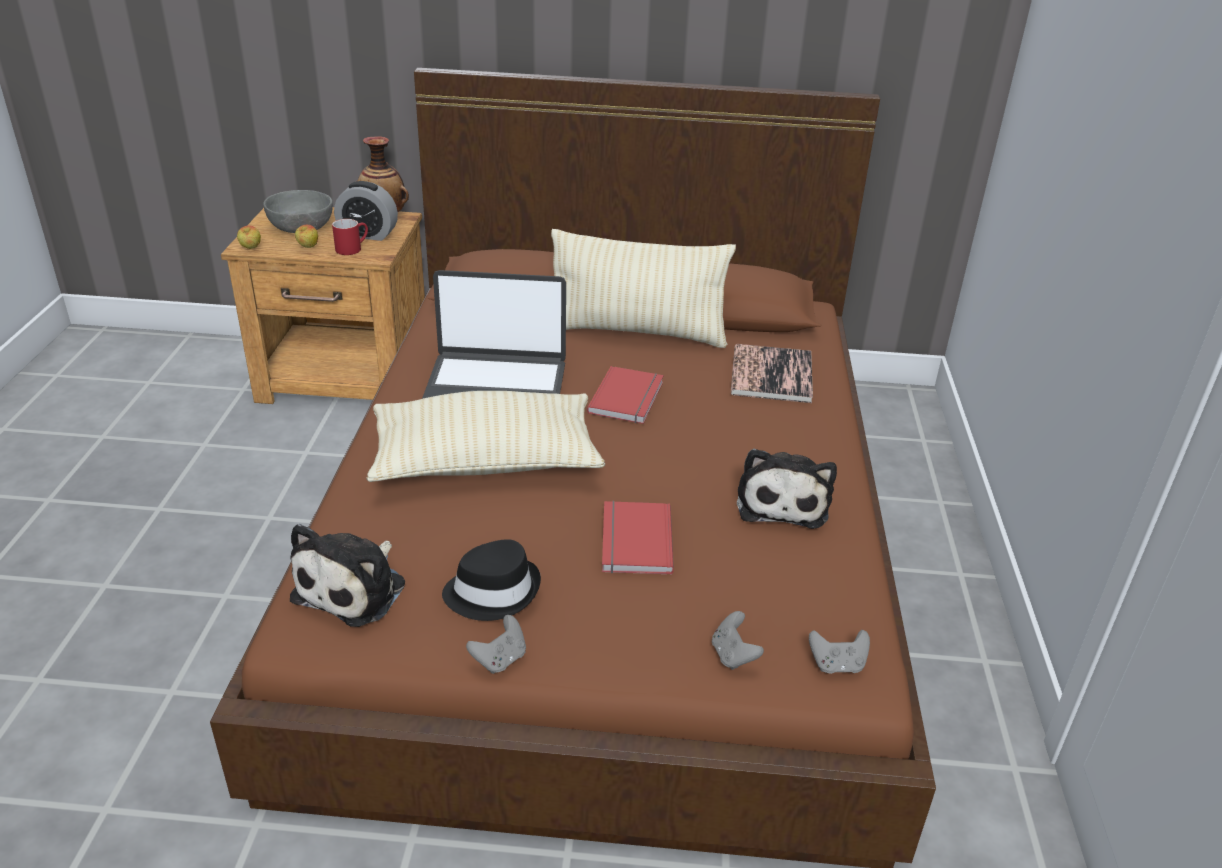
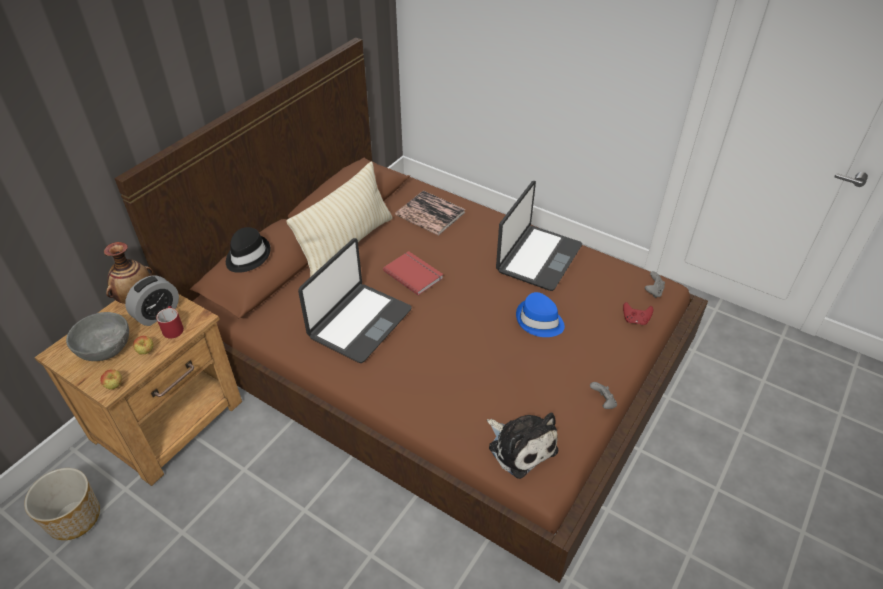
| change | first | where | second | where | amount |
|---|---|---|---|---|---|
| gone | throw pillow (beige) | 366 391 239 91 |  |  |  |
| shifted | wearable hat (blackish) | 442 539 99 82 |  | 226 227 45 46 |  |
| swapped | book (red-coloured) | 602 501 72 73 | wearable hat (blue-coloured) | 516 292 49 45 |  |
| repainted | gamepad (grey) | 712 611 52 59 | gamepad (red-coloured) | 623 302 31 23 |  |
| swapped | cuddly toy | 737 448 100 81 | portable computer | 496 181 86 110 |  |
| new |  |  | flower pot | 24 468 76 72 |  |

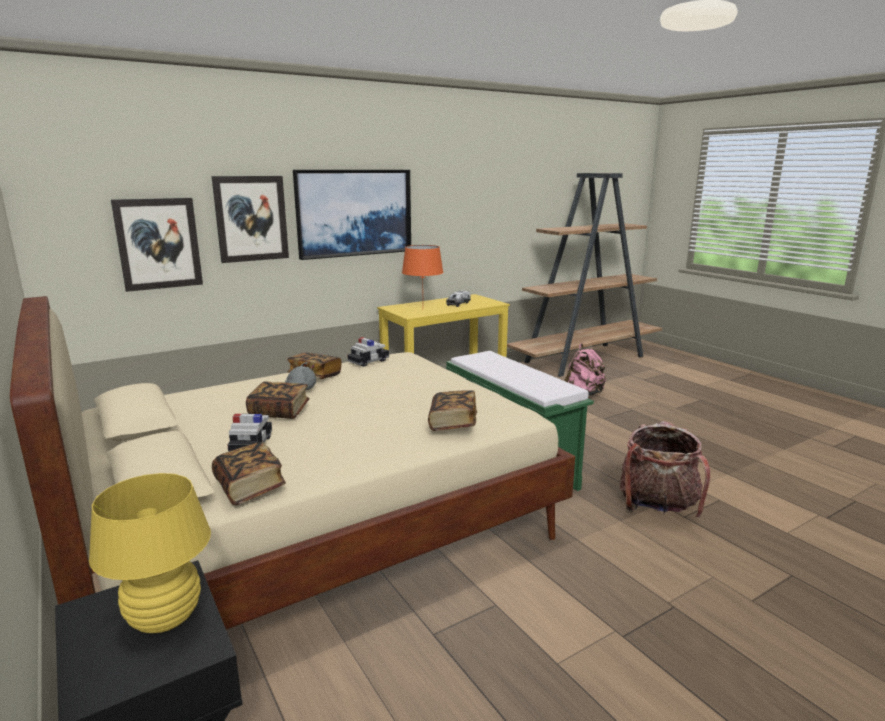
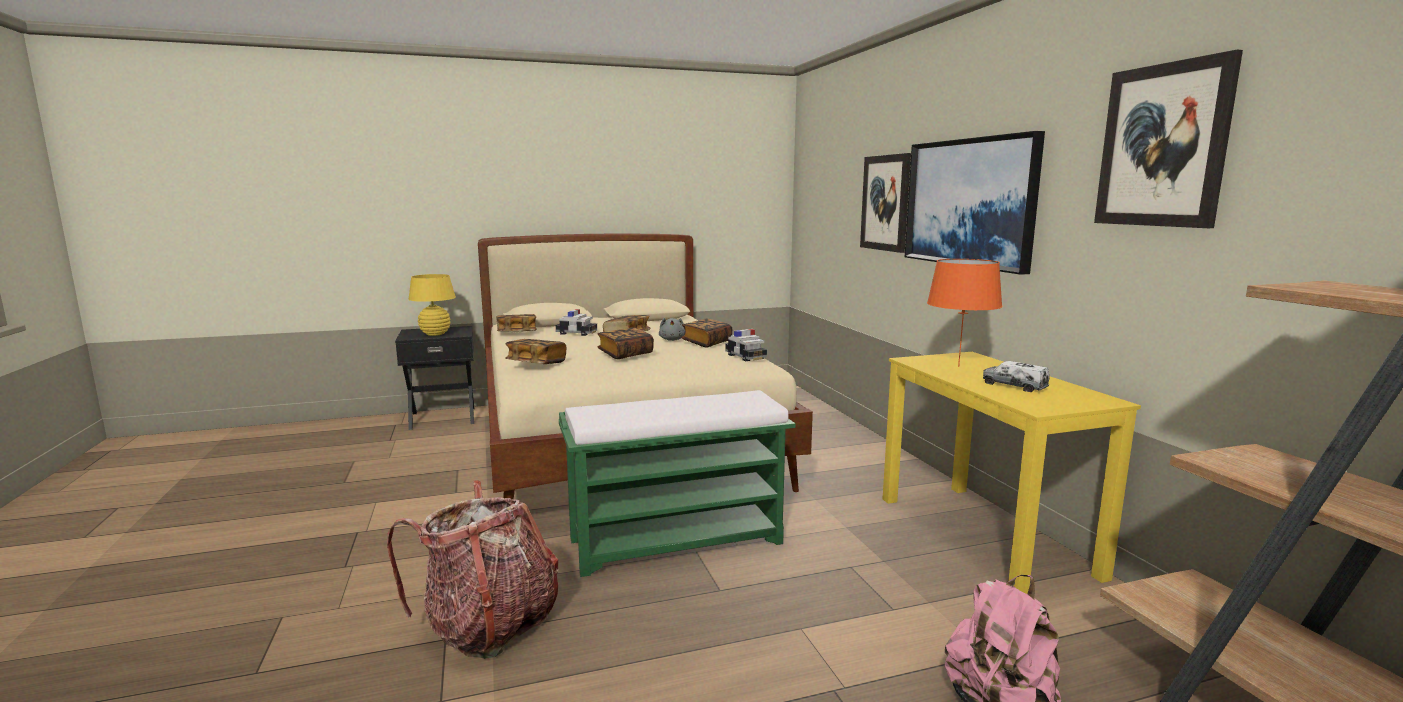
| change | first | where | second | where | amount |
|---|---|---|---|---|---|
| shifted | wall art | 111 198 92 94 |  | 1094 50 149 178 |  |
| new |  |  | book | 598 328 56 31 |  |

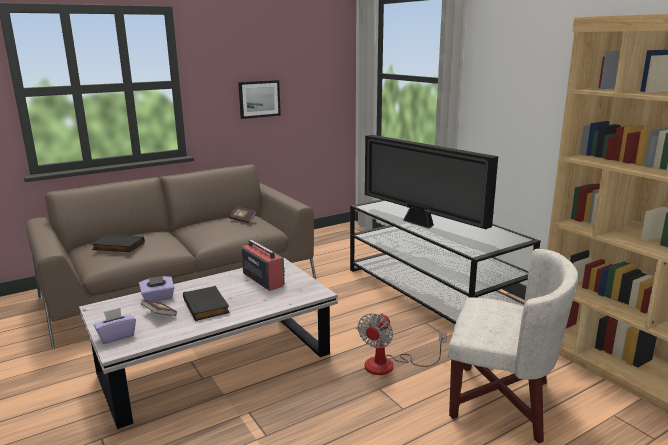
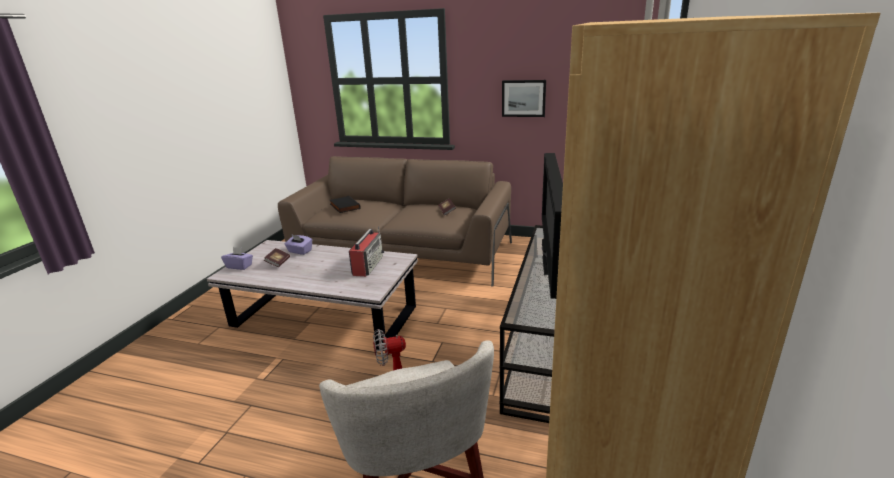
| change | first | where | second | where | amount |
|---|---|---|---|---|---|
| gone | book (blackish) | 183 286 47 35 |  |  |  |

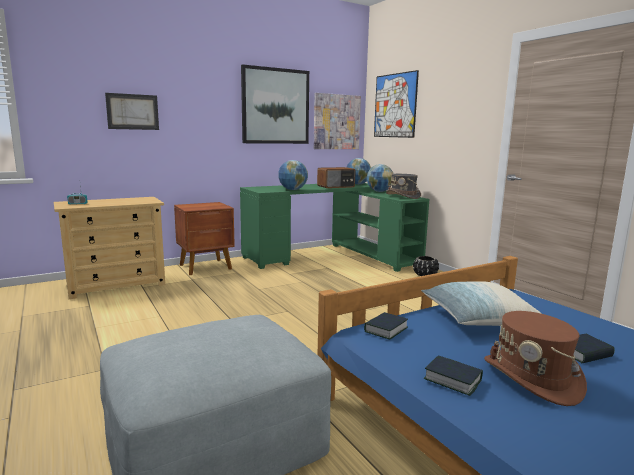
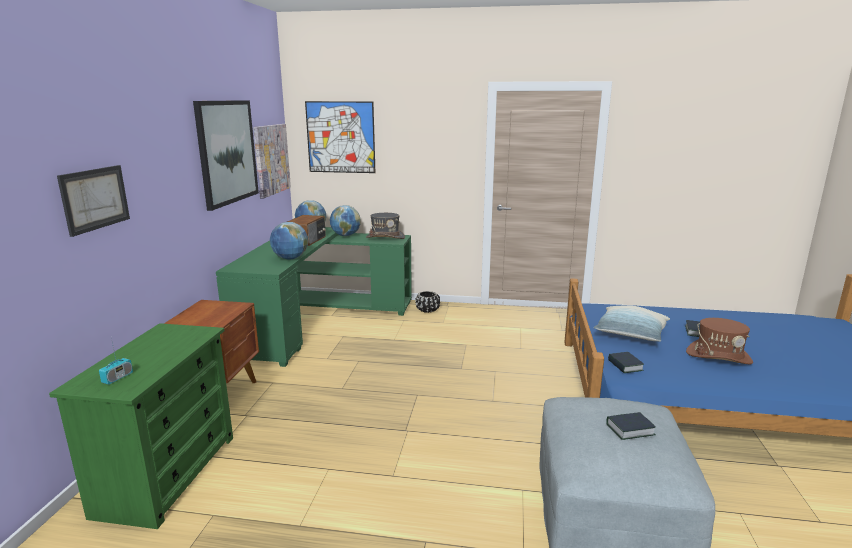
| change | first | where | second | where | amount |
|---|---|---|---|---|---|
| repainted | drawer chest (beige) | 54 197 111 102 | drawer chest (greenish) | 49 323 184 206 |  |
| shifted | book | 424 355 59 41 |  | 606 412 50 28 |  |

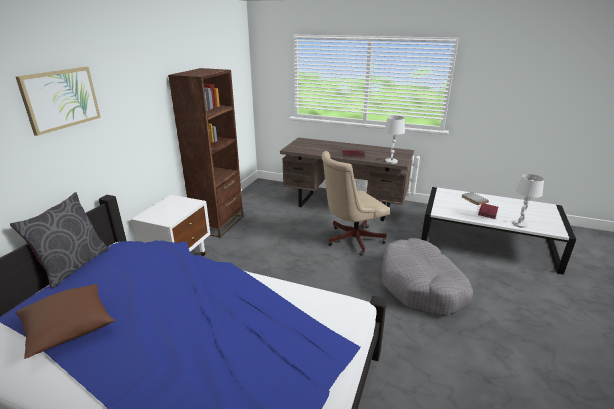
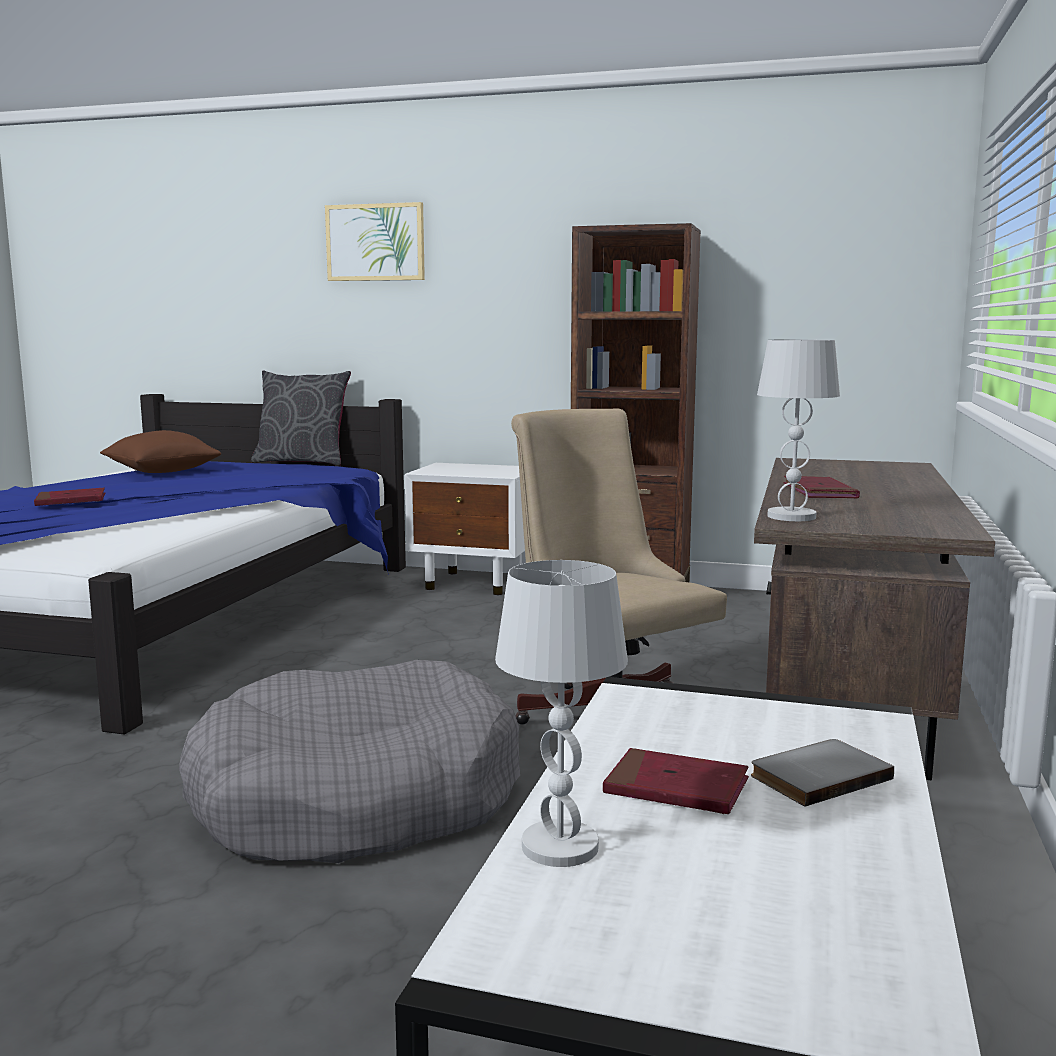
| change | first | where | second | where | amount |
|---|---|---|---|---|---|
| new |  |  | book (red-coloured) | 34 488 71 18 |  |

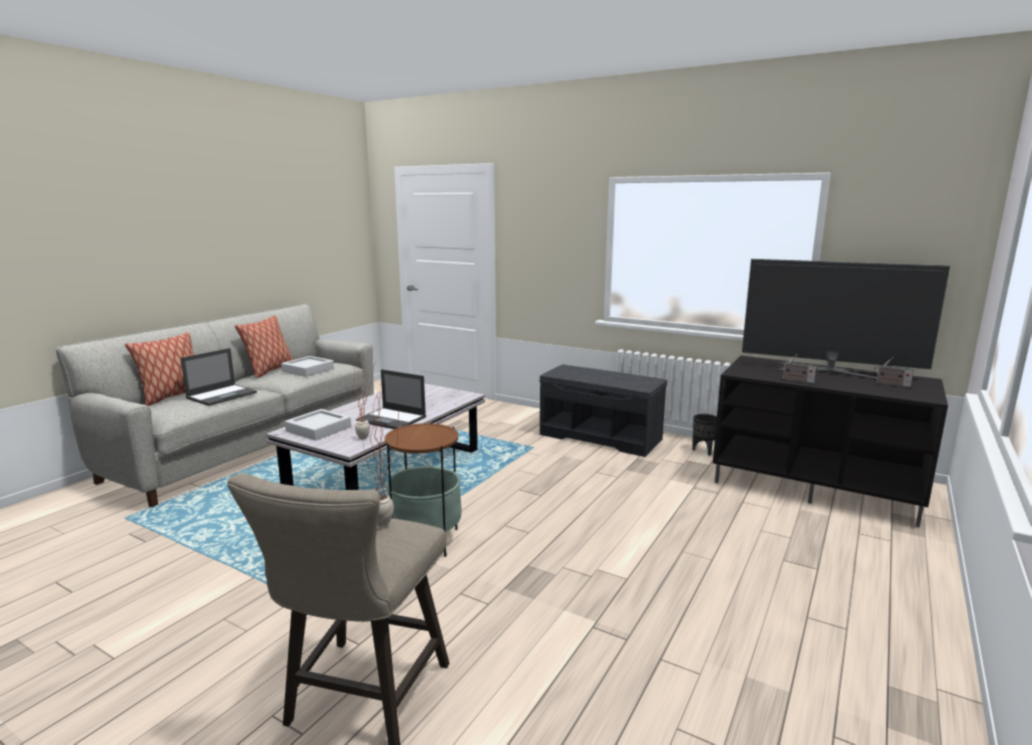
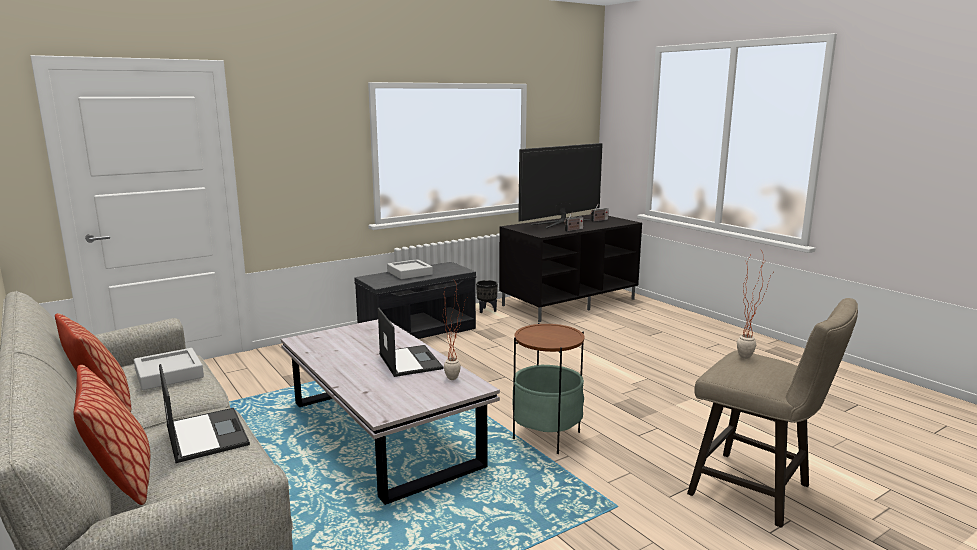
| change | first | where | second | where | amount |
|---|---|---|---|---|---|
| shifted | carrying tray (grey) | 285 409 66 31 |  | 387 259 46 20 |  |
| rotated | portable computer | 356 369 70 60 |  | 378 308 65 69 | 75 degrees counterclockwise |

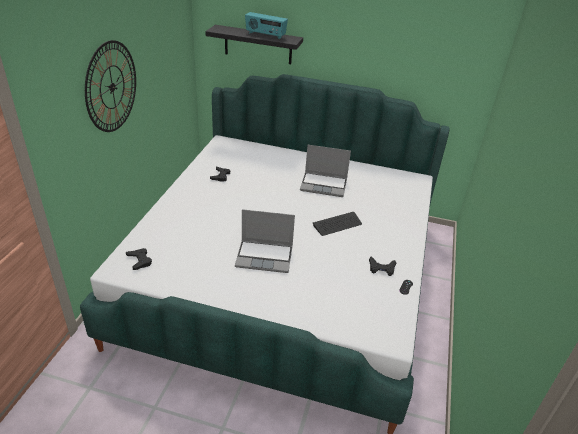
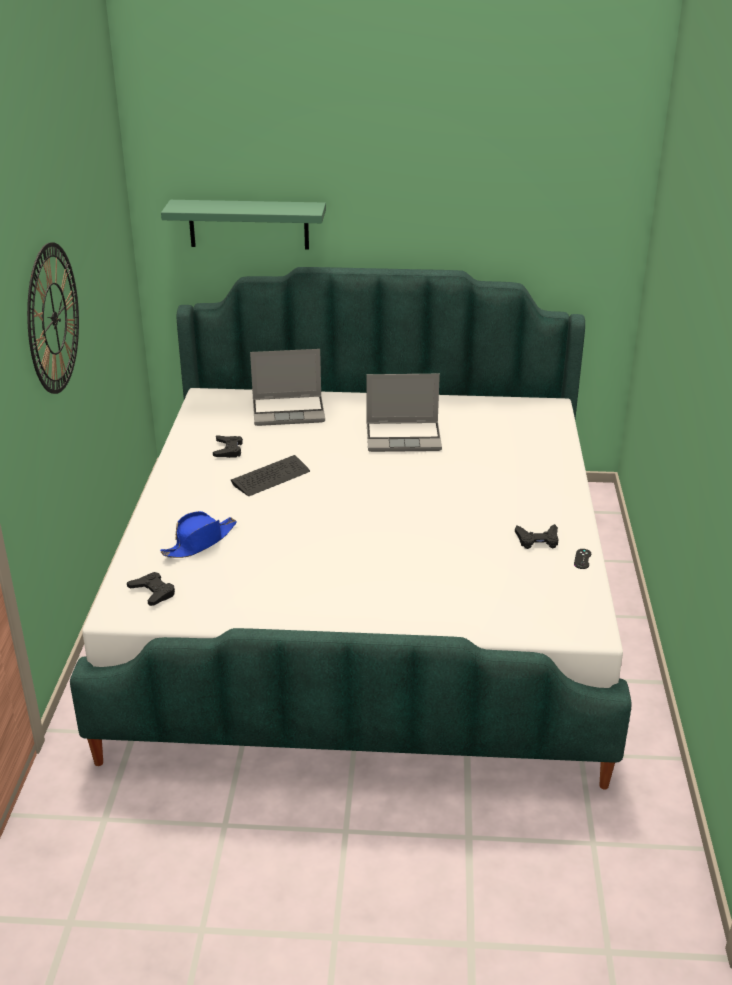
| change | first | where | second | where | amount |
|---|---|---|---|---|---|
| repainted | wall shelf (blackish) | 205 25 98 39 | wall shelf (greenish) | 161 200 165 50 |  |
| shifted | portable computer | 235 209 60 64 |  | 250 349 75 77 |  |
| gone | radio | 245 12 43 27 |  |  |  |
| shifted | keyboard | 313 212 49 24 |  | 231 455 79 41 |  |
| new |  |  | wearable hat (blue-coloured) | 160 511 77 47 |  |

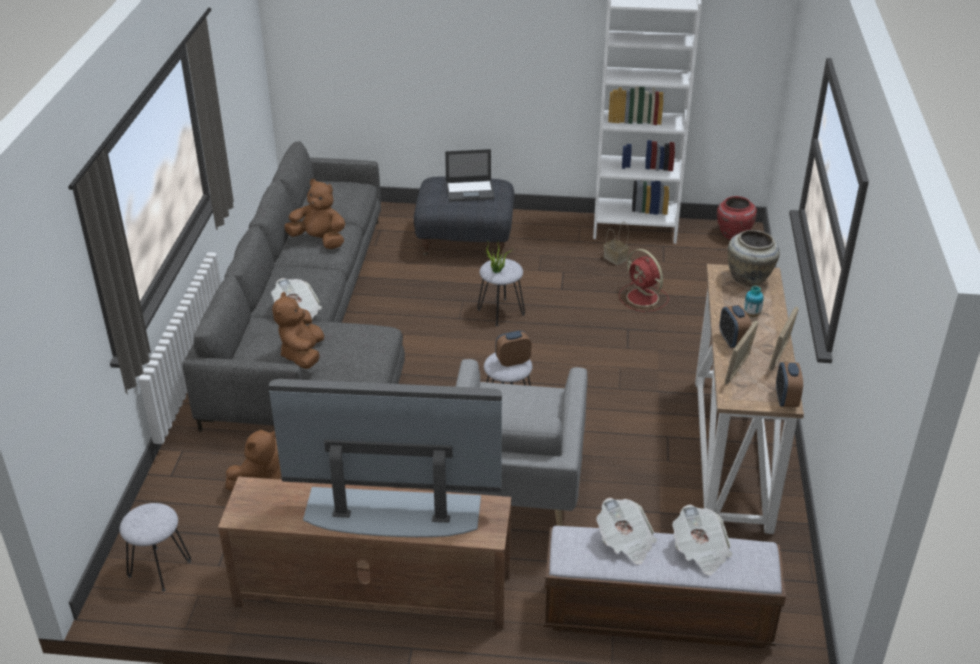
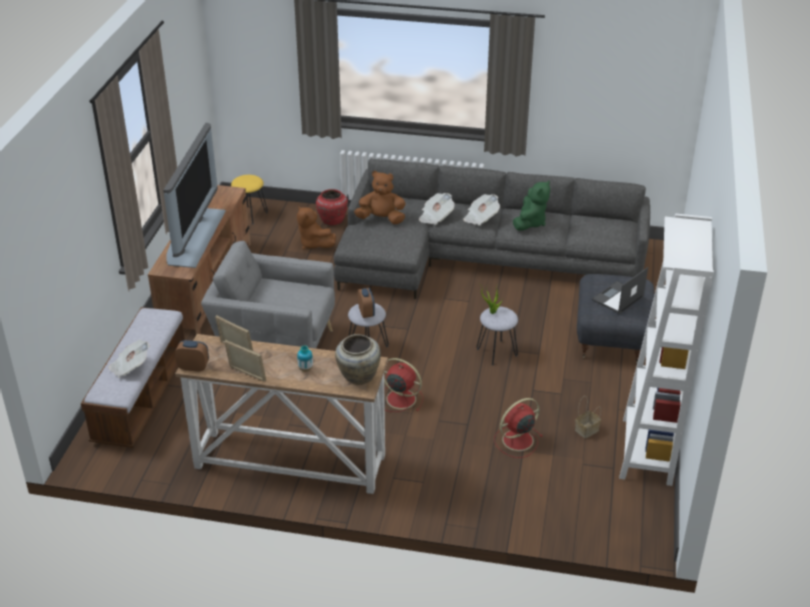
| change | first | where | second | where | amount |
|---|---|---|---|---|---|
| repainted | stool seat (grey) | 119 503 72 89 | stool seat (yellowish) | 231 175 37 49 |  |
| repainted | cuddly toy (brown-coloured) | 284 179 61 70 | cuddly toy (greenish) | 513 180 37 51 |  |
| rotated | portable computer | 445 149 50 53 |  | 592 267 56 47 | 45 degrees clockwise |
| shifted | printed paper | 596 498 61 66 |  | 463 194 37 32 |  |
| shifted | decorative vase (red-coloured) | 717 196 40 44 |  | 316 189 32 36 |  |
| gone | table clock | 720 305 31 43 |  |  |  |
| new |  |  | electric fan (red-coloured) | 384 358 39 54 |  |

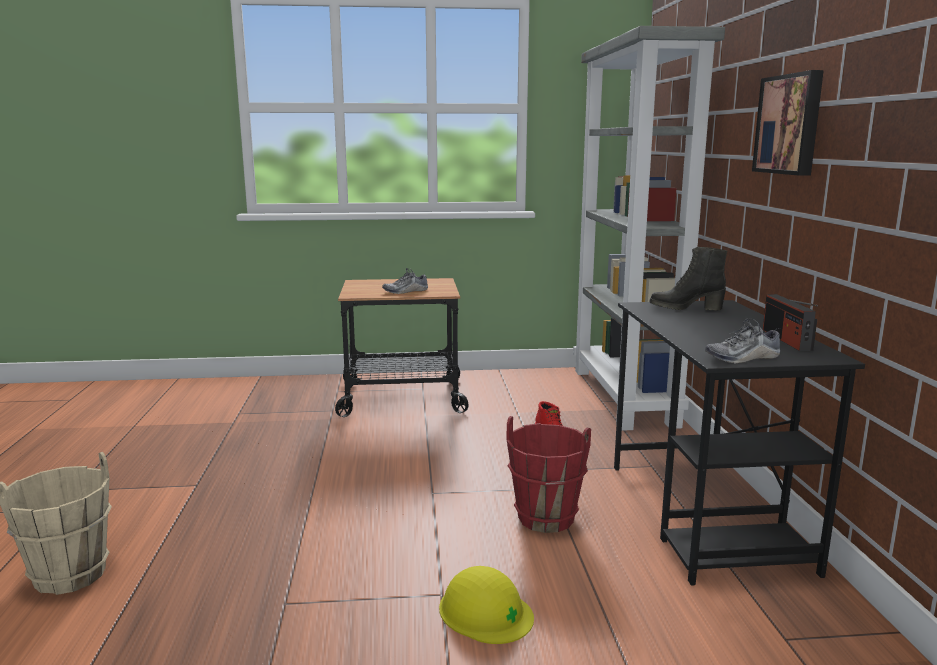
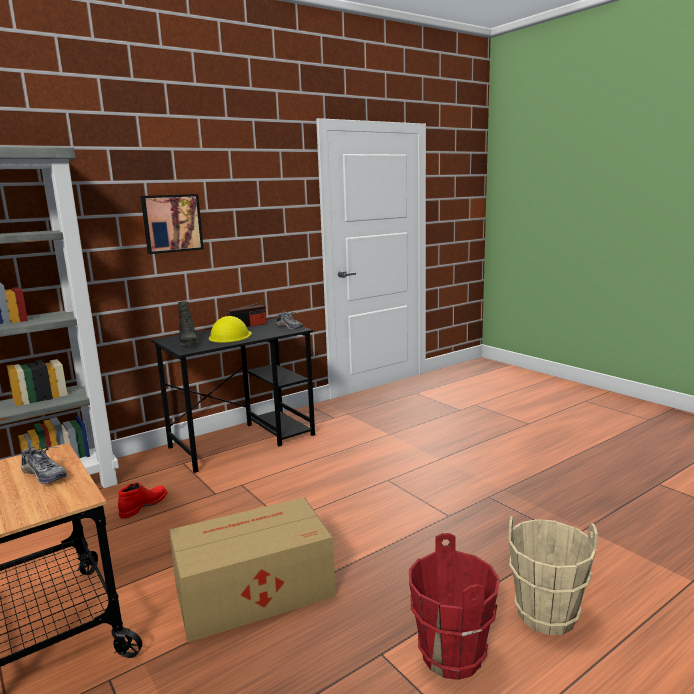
| change | first | where | second | where | amount |
|---|---|---|---|---|---|
| shifted | work helmet (yellowish) | 439 566 95 78 |  | 209 316 43 27 |  |
| shifted | bucket (red-coloured) | 507 416 84 117 |  | 409 533 91 147 |  |
| new |  |  | carton | 169 497 167 146 |  |

